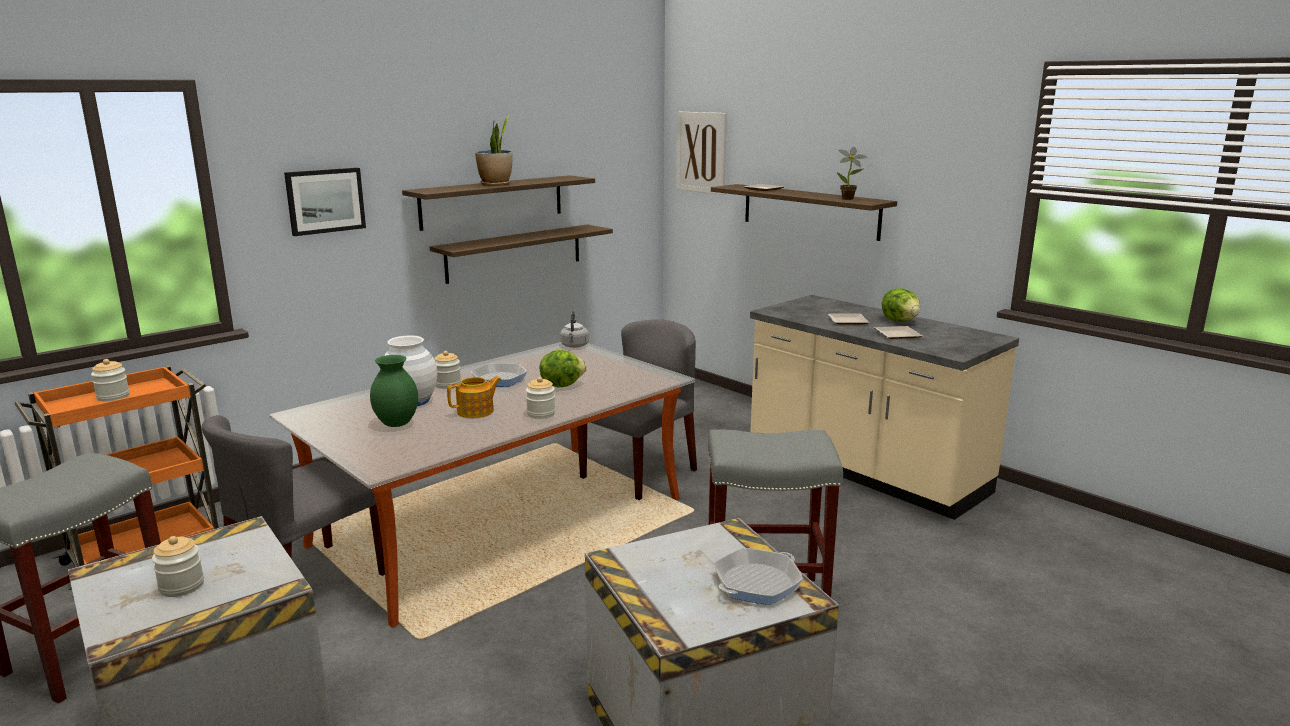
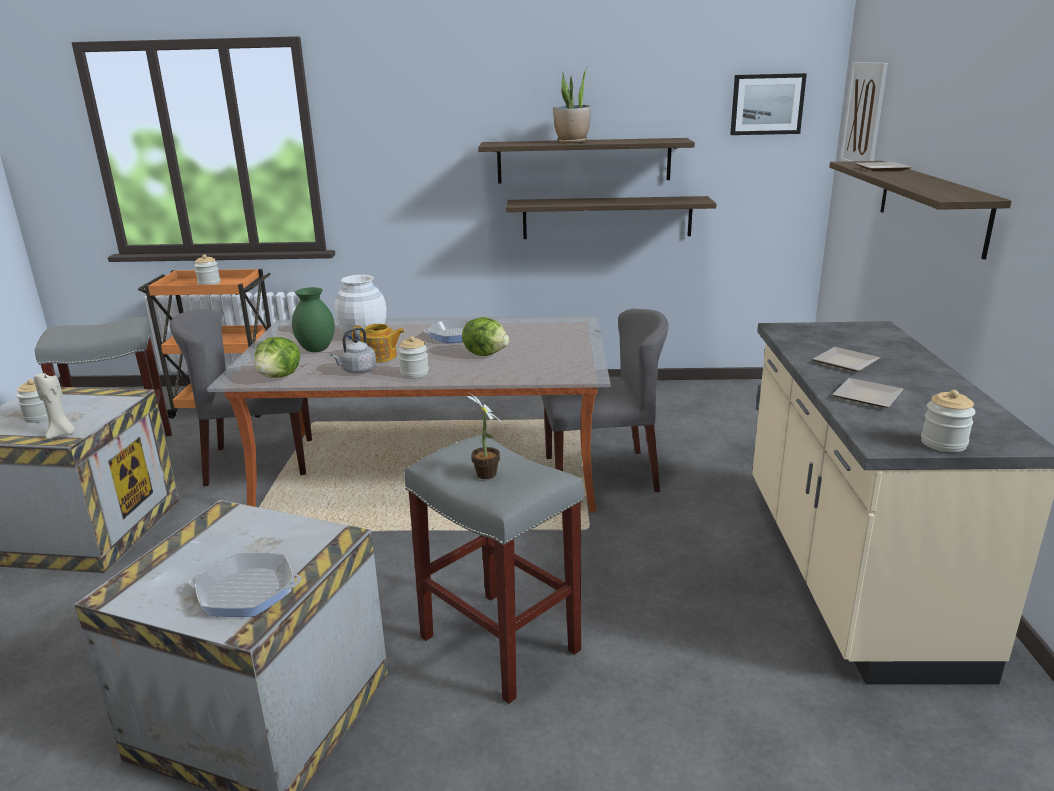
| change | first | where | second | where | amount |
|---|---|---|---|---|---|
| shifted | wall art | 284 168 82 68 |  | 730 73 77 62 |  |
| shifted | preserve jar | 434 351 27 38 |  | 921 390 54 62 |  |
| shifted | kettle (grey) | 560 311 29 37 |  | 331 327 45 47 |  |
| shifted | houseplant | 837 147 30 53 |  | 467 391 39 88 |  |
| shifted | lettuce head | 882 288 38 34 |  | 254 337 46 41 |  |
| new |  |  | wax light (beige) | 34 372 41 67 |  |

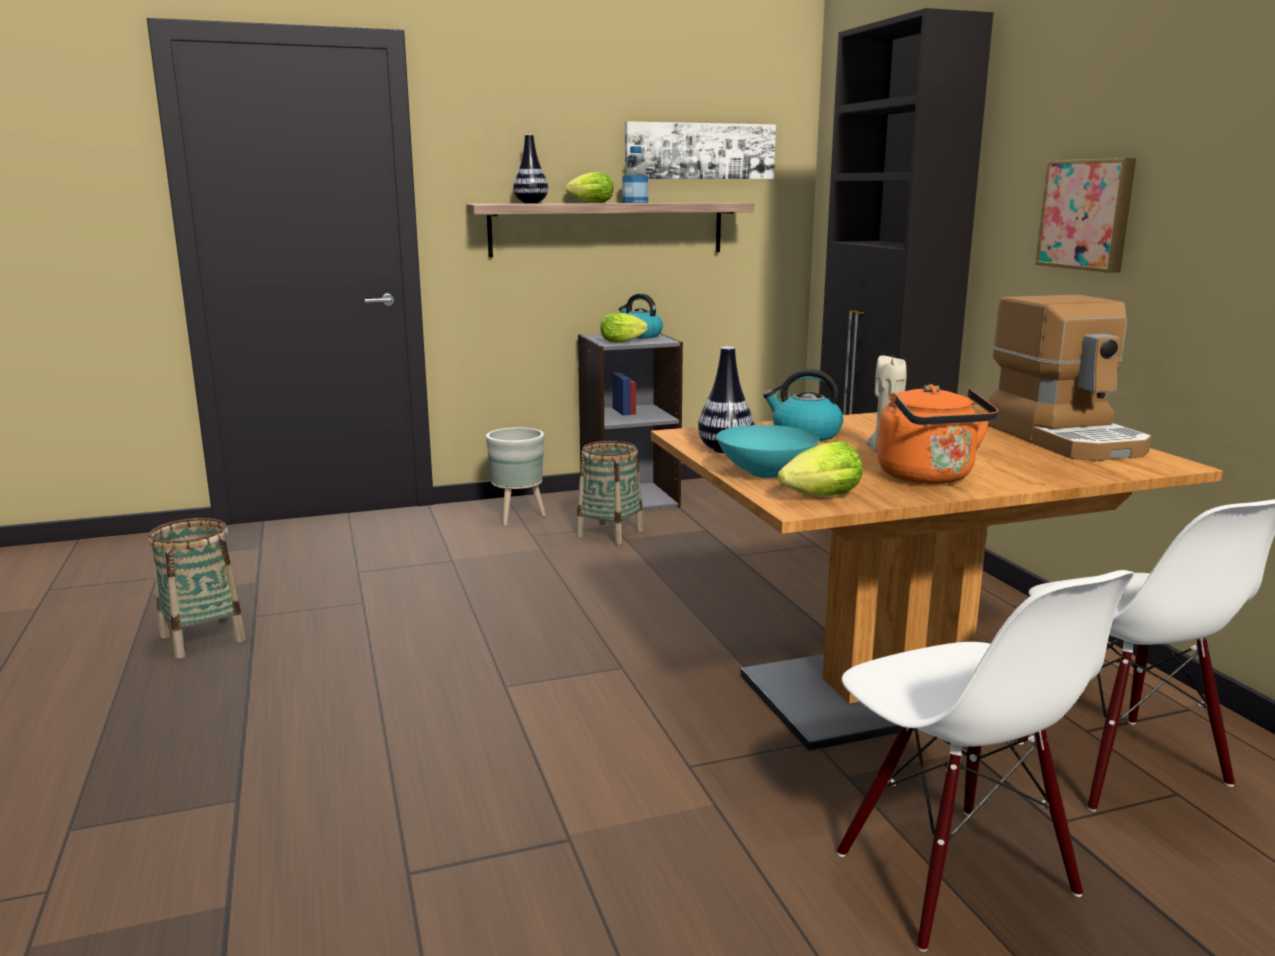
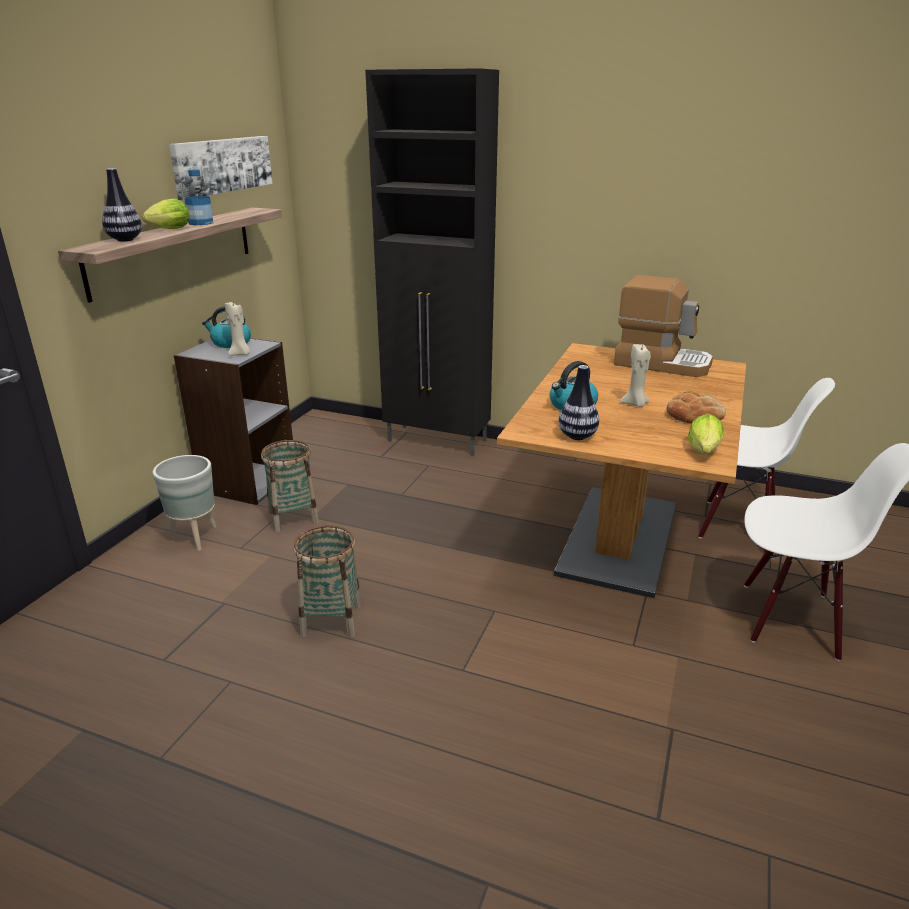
| change | first | where | second | where | amount |
|---|---|---|---|---|---|
| shifted | basket | 148 518 98 141 |  | 293 525 69 113 |  |
| swapped | lettuce head | 600 313 48 30 | wax light (beige) | 225 302 25 54 |  |
| gone | deep dish (turquoise-coloured) | 717 425 102 53 |  |  |  |
| swapped | kettle (orange-coloured) | 877 384 122 100 | baked bread | 667 391 59 33 |  |
| gone | wall art | 1035 158 101 115 |  |  |  |

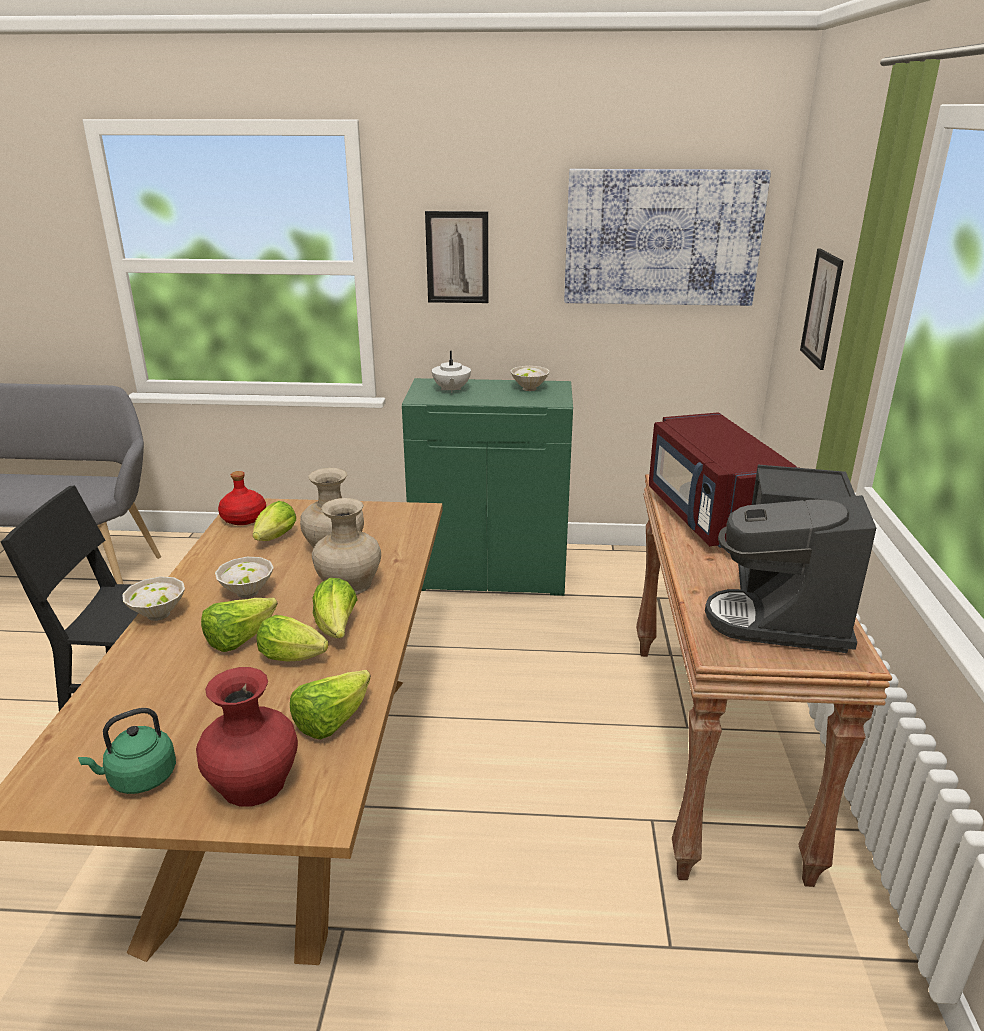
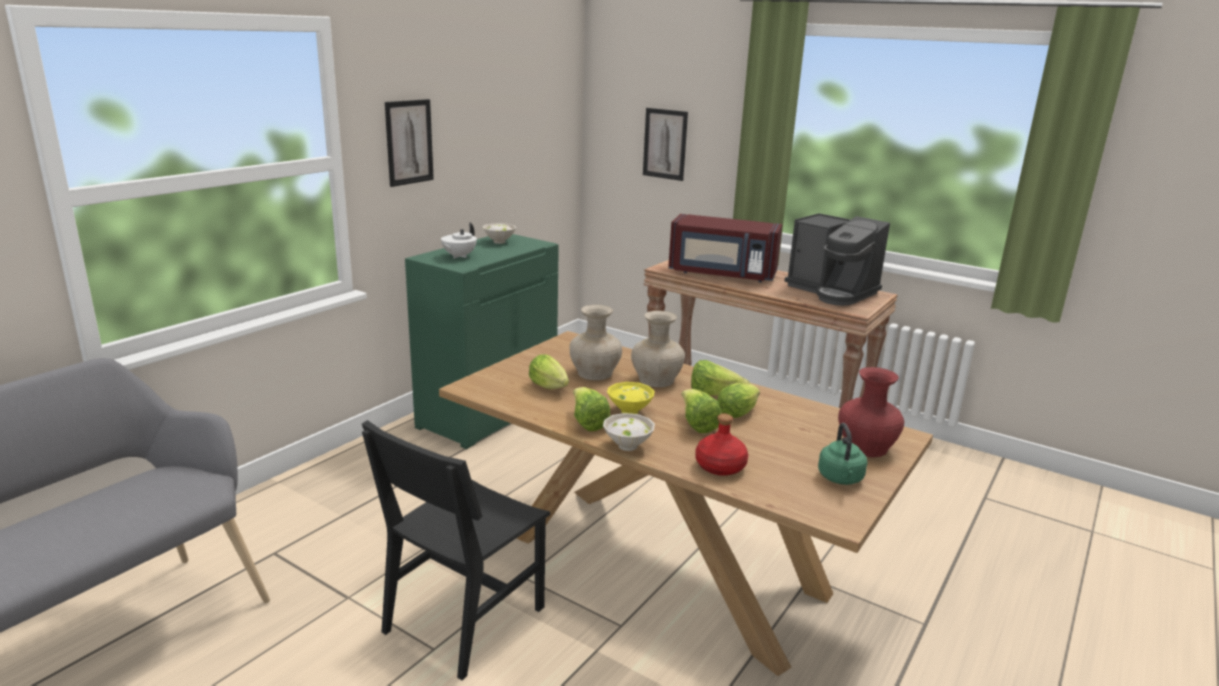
| change | first | where | second | where | amount |
|---|---|---|---|---|---|
| repainted | deep dish (whitish) | 215 557 59 41 | deep dish (yellowish) | 607 382 48 32 |  |
| shifted | drink bottle (red-coloured) | 218 471 48 54 |  | 695 414 53 62 |  |
| shifted | lettuce head | 290 670 81 69 |  | 573 387 37 44 |  |
| rotated | tea pot (whitish) | 432 351 39 42 |  | 441 222 36 37 | 90 degrees clockwise |
| gone | wall art | 564 169 207 137 |  |  |  |

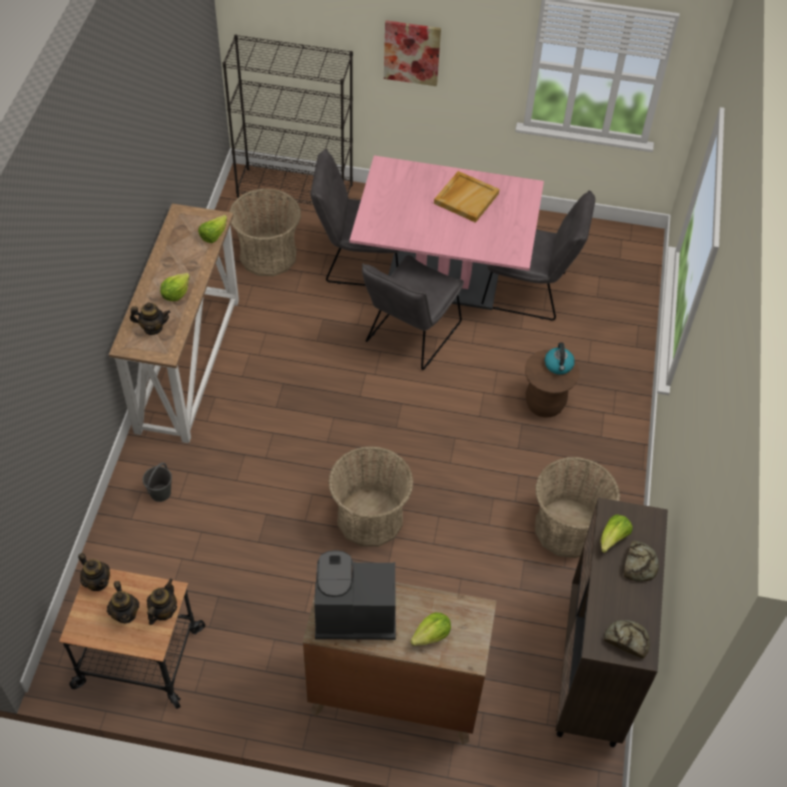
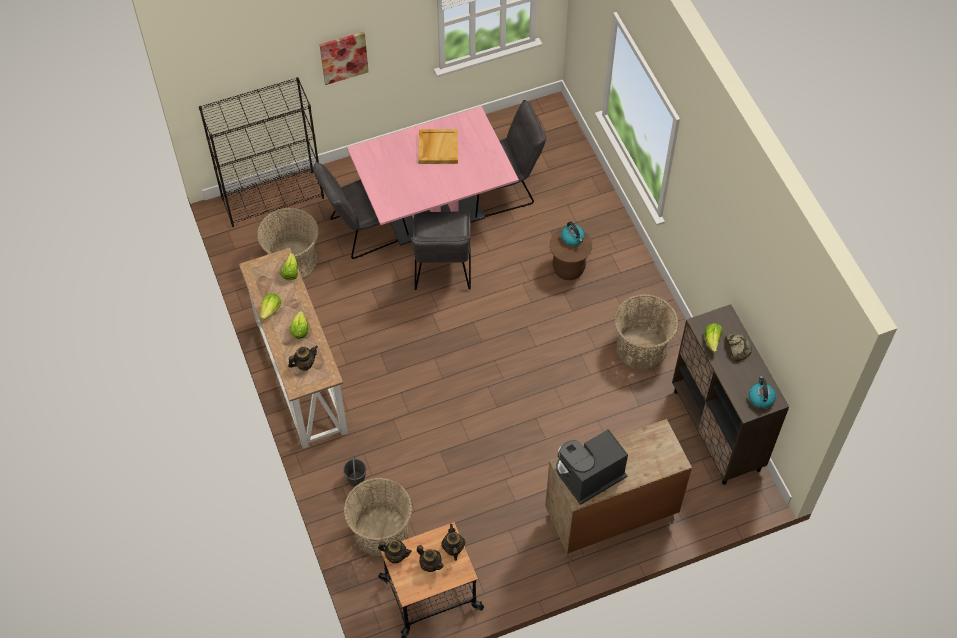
| change | first | where | second | where | amount |
|---|---|---|---|---|---|
| shifted | basket | 328 446 86 101 |  | 344 478 68 79 |  |
| shifted | lettuce head | 410 612 41 34 |  | 261 293 20 27 |  |
| swapped | baked bread | 604 620 46 39 | kettle | 749 376 27 32 |  |

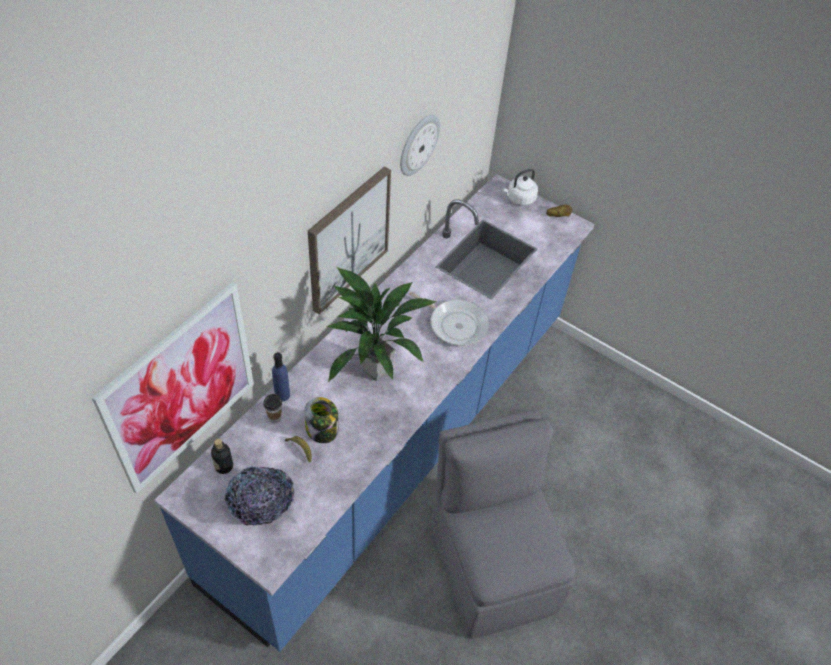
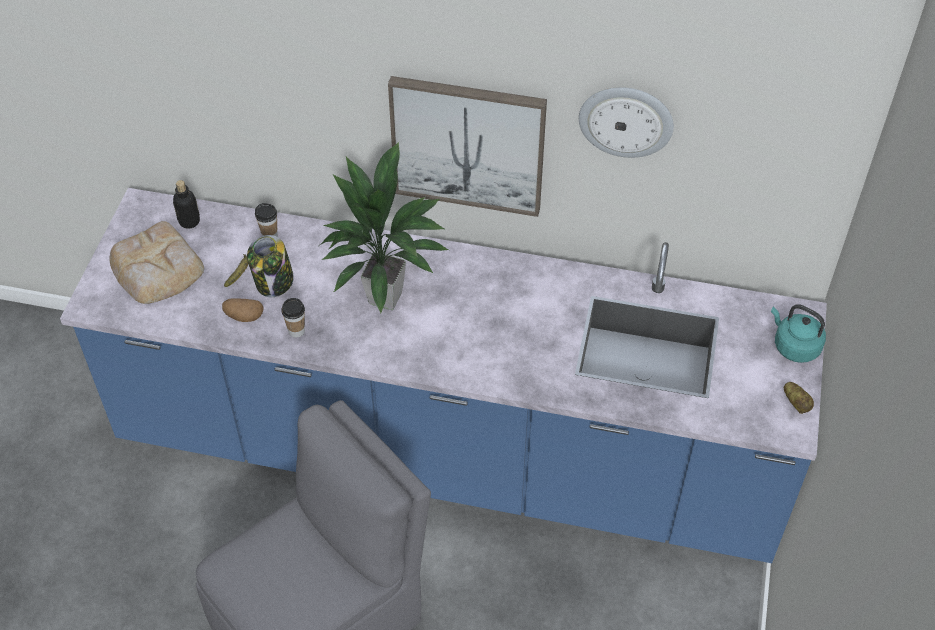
| change | first | where | second | where | amount |
|---|---|---|---|---|---|
| gone | wall art | 92 281 162 213 |  |  |  |
| swapped | deep dish | 225 467 69 58 | baked bread | 109 221 95 83 |  |
| gone | drink bottle (blue-coloured) | 272 352 18 50 |  |  |  |
| gone | pan | 409 292 81 54 |  |  |  |
| repainted | kettle (whitish) | 502 169 36 37 | kettle (turquoise-coloured) | 771 305 55 58 |  |
| new |  |  | spud | 222 299 42 23 |  |
| new |  |  | drinking cup | 281 298 24 40 |  |

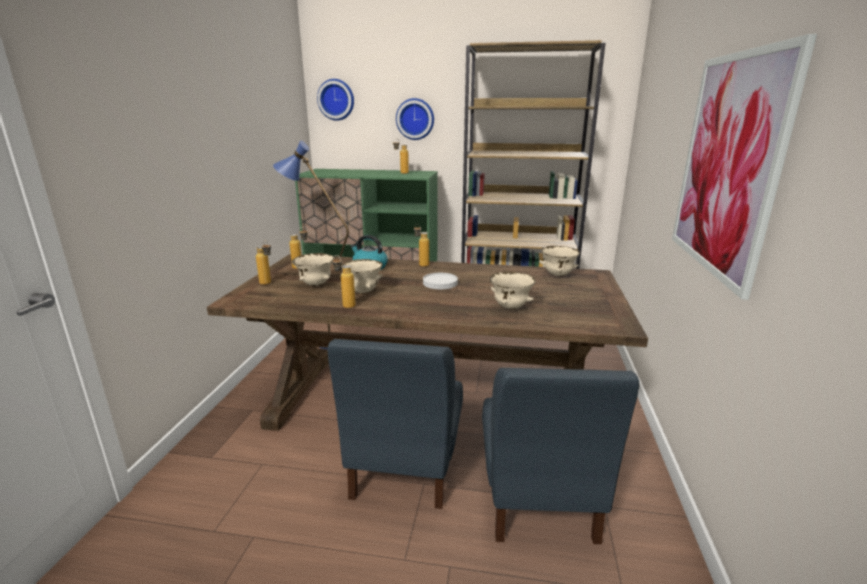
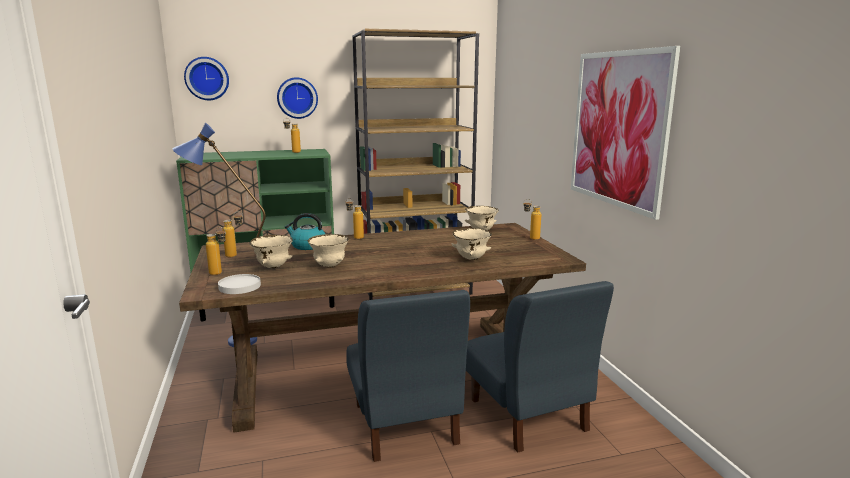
| change | first | where | second | where | amount |
|---|---|---|---|---|---|
| shifted | drink bottle | 332 255 24 53 |  | 523 199 18 41 |  |
| shifted | dinner plate (whitish) | 423 273 35 16 |  | 218 274 43 20 |  |

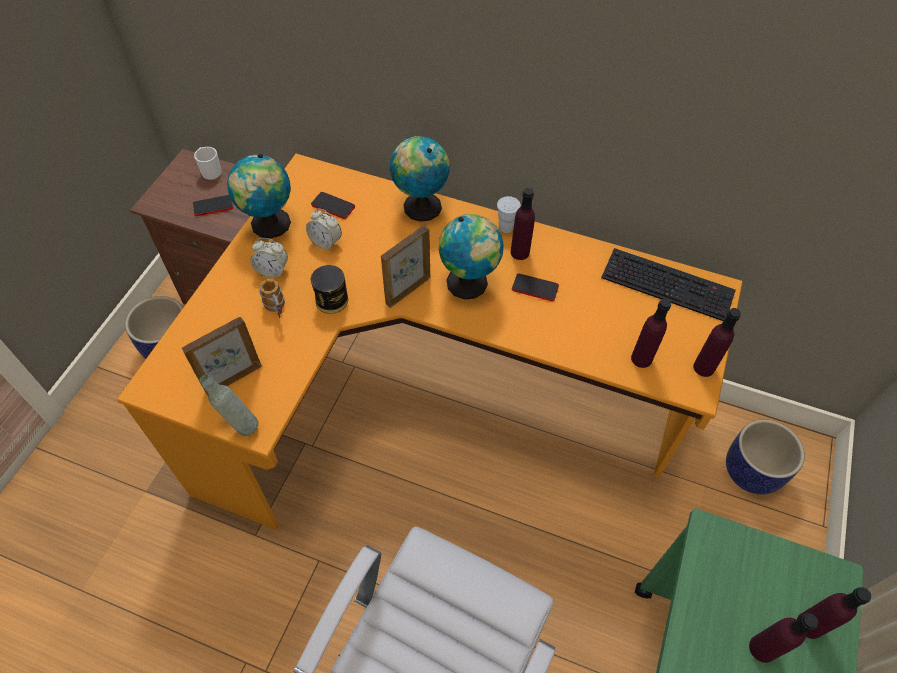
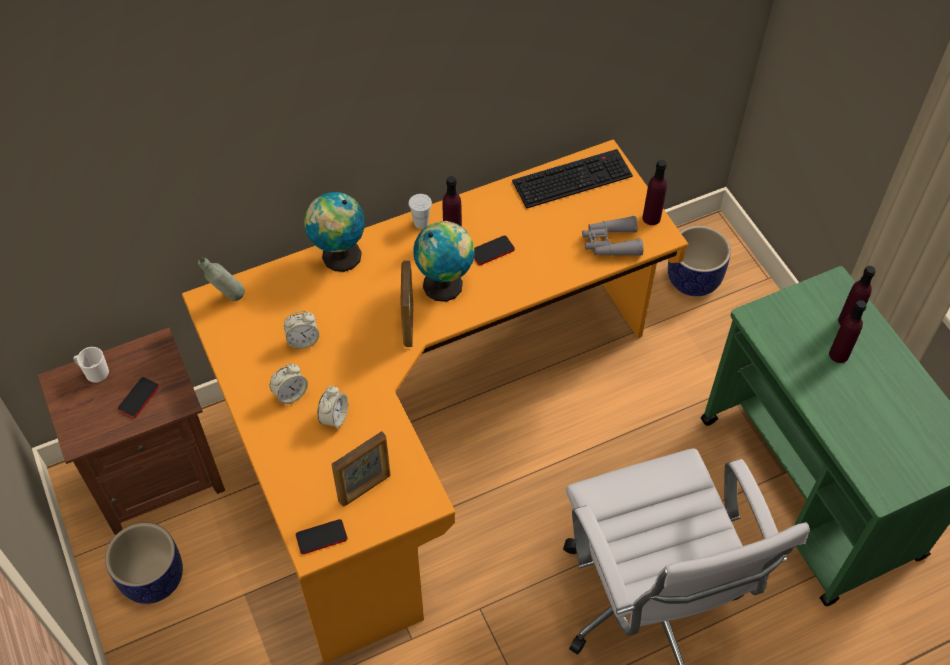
| change | first | where | second | where | amount |
|---|---|---|---|---|---|
| rotated | standing frame | 182 317 80 79 |  | 331 432 60 74 | 135 degrees counterclockwise |
| shifted | drink bottle (grey) | 199 375 59 61 |  | 198 257 47 44 |  |
| gone | globe | 227 154 64 84 |  |  |  |
| swapped | mug | 260 279 25 39 | table clock | 318 386 30 44 |  |
| shifted | phone | 311 192 44 27 |  | 295 519 53 35 |  |
| gone | sealed can | 311 265 37 49 |  |  |  |
| swapped | drink bottle (purple-coloured) | 631 299 40 69 | field glasses (grey) | 582 216 61 40 |  |

